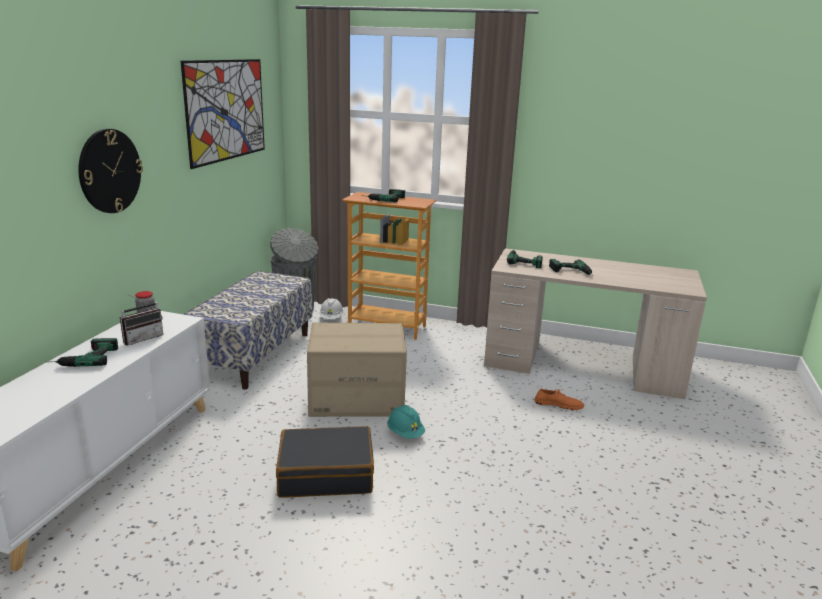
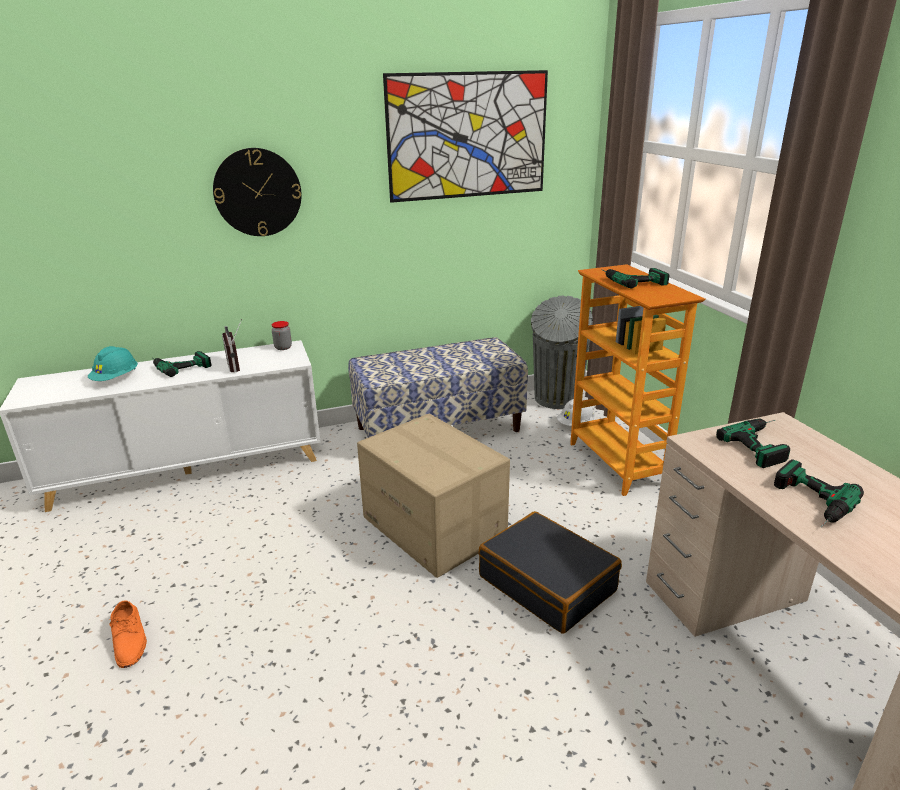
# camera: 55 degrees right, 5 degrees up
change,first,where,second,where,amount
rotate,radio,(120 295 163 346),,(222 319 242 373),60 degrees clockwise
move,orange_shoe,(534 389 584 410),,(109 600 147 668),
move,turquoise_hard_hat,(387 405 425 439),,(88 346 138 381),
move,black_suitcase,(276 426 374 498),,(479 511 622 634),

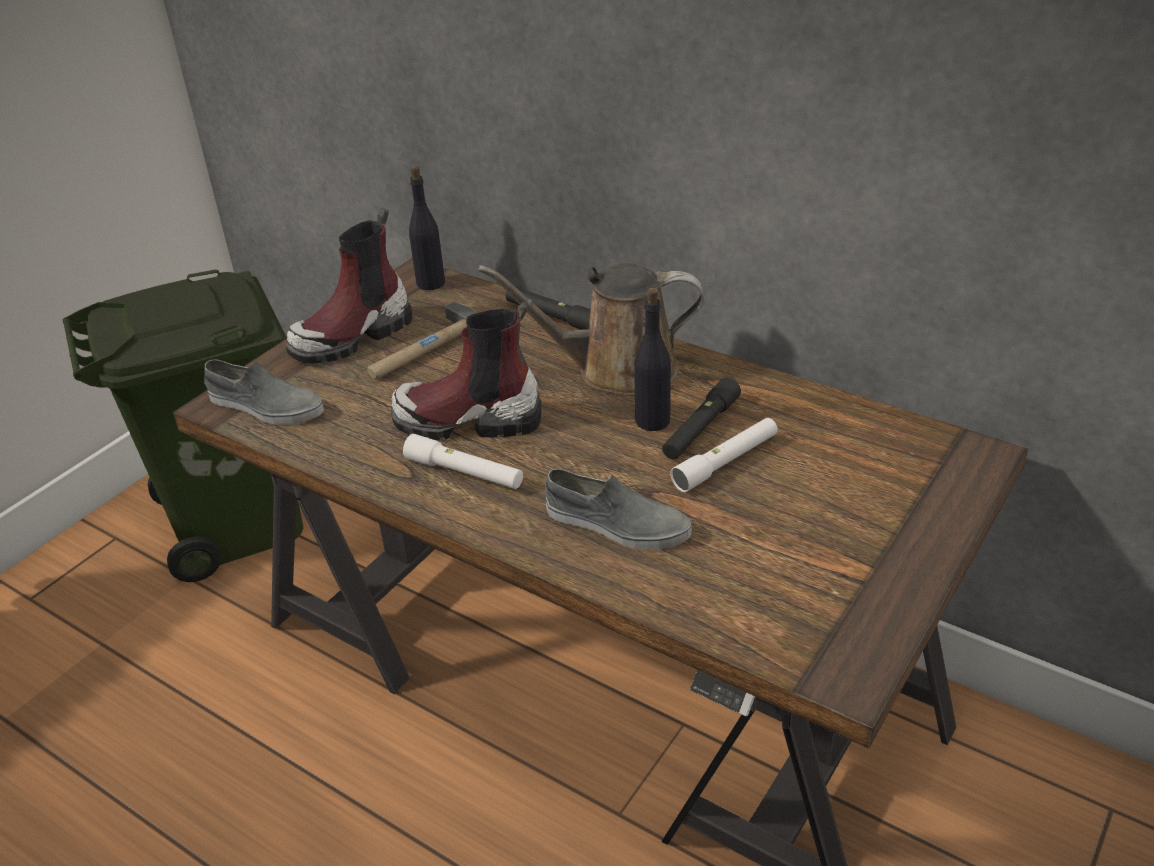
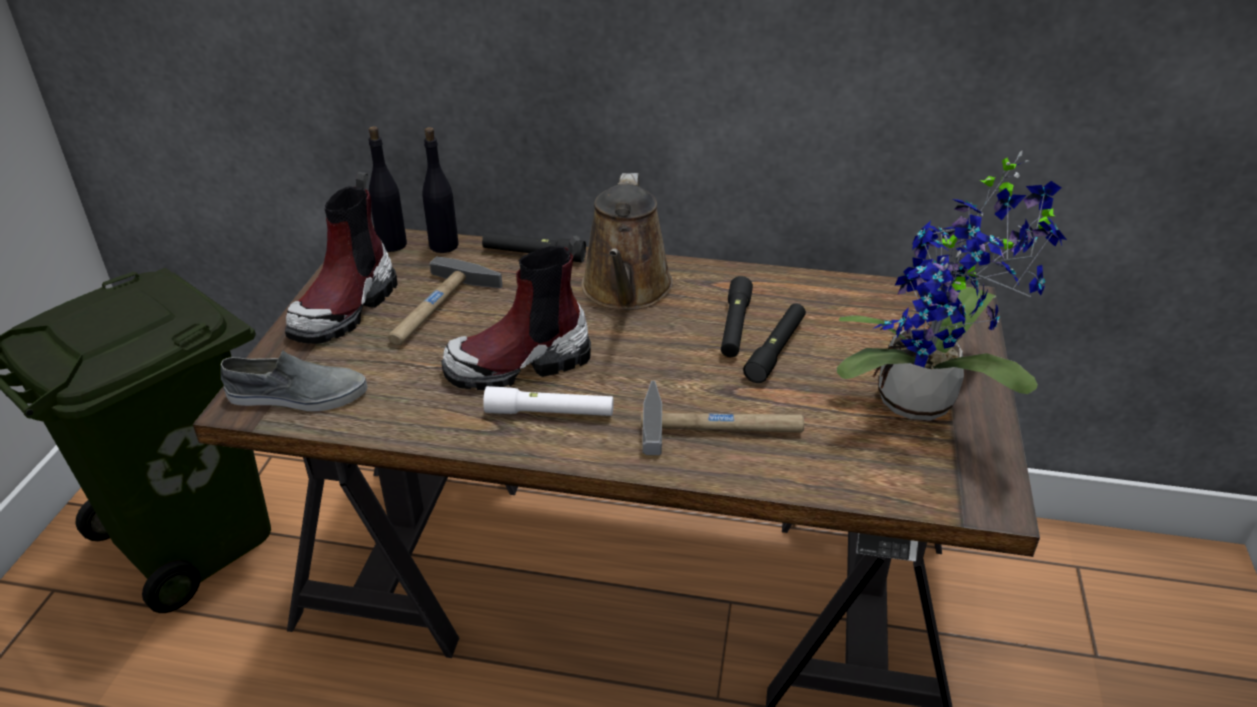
# camera: 25 degrees left, 0 degrees up
change,first,where,second,where,amount
rotate,brown_watering_can,(478 263 704 396),,(581 173 673 310),60 degrees counterclockwise
move,black_bottle,(634 287 671 431),,(422 127 459 253),
recolor,white_flashlight,(670 418 778 492),black_flashlight,(743 303 806 383),
replace,grey_shoe,(545 469 691 550),hammer,(641 381 804 455),
insert,,,potted_plant,(837 151 1067 420),

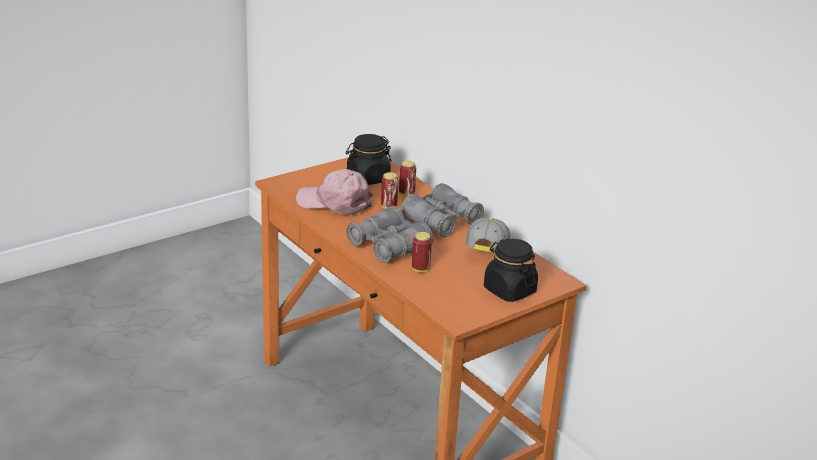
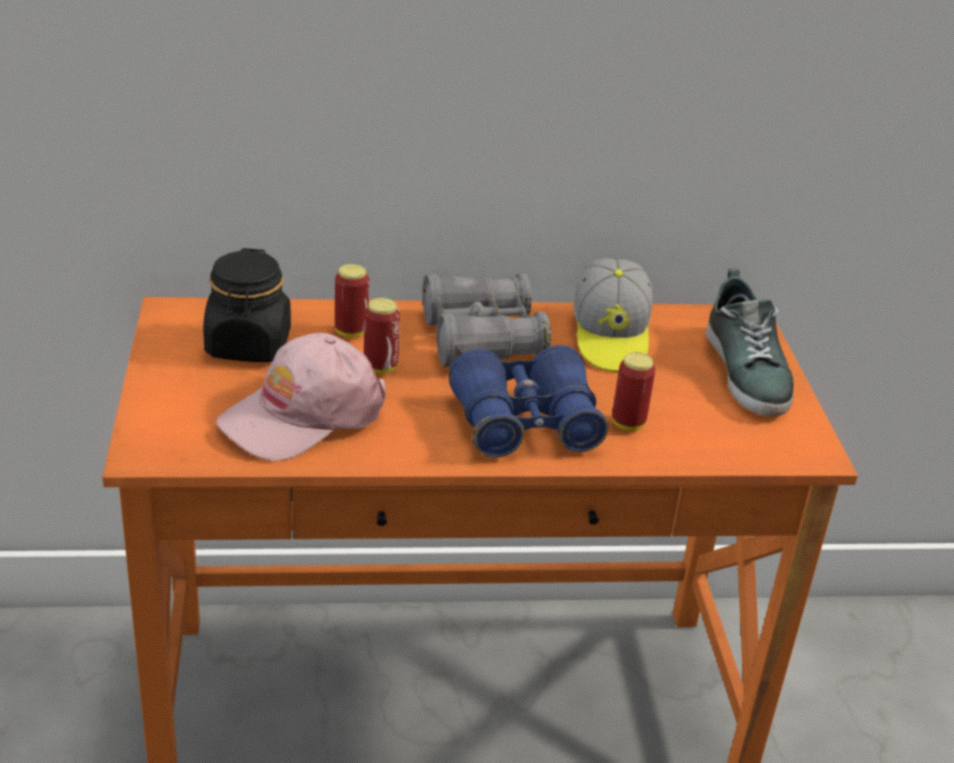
# camera: 60 degrees left, 5 degrees up
change,first,where,second,where,amount
recolor,grey_binoculars,(347 206 433 263),blue_binoculars,(449 345 608 458),
rotate,cap,(466 218 510 252),,(573 258 653 372),135 degrees counterclockwise
replace,black_jar,(484 239 538 302),shoe,(706 268 794 416),

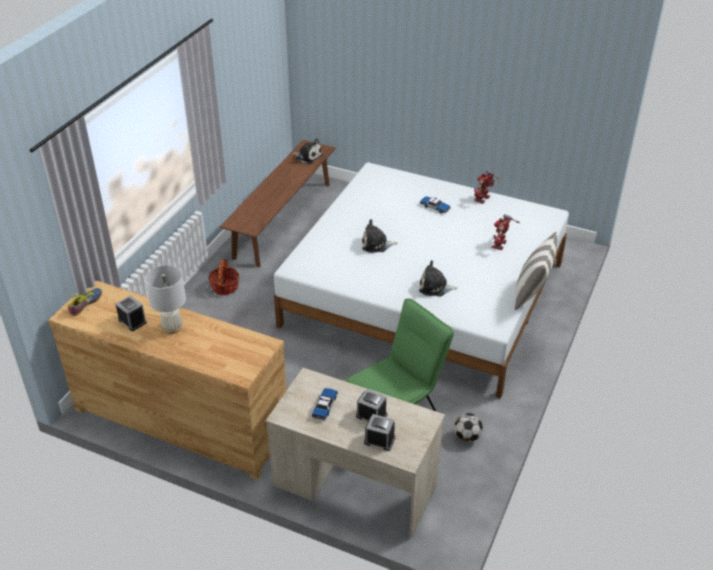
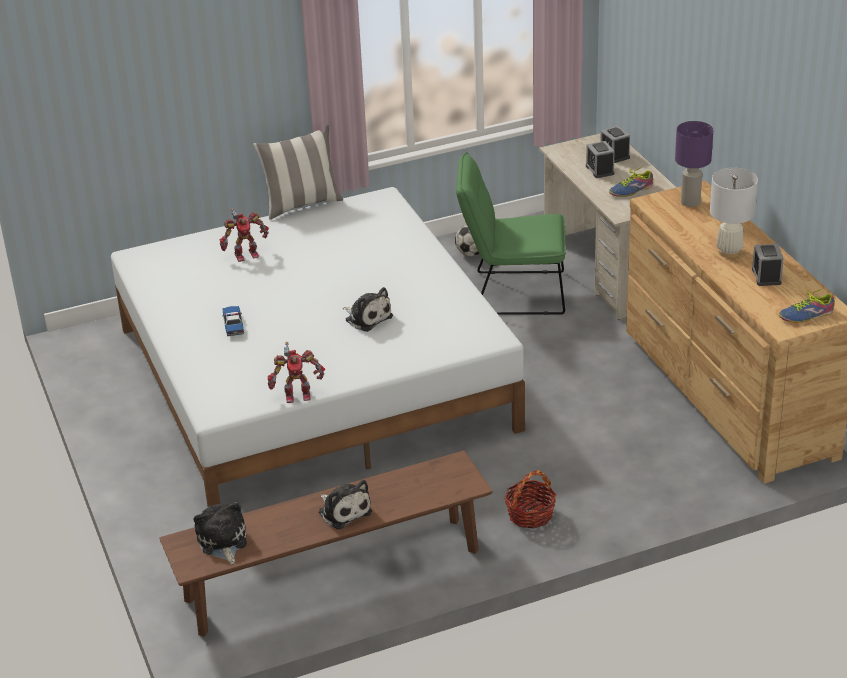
# camera: 135 degrees left, 5 degrees down
change,first,where,second,where,amount
move,toy_robot,(474 170 500 204),,(268 342 325 403),
move,plush_toy,(419 260 458 297),,(319 480 372 530),
replace,toy_car,(312 388 338 420),shoe,(609 166 653 197),
insert,,,purple_table_lamp,(675 121 713 207),

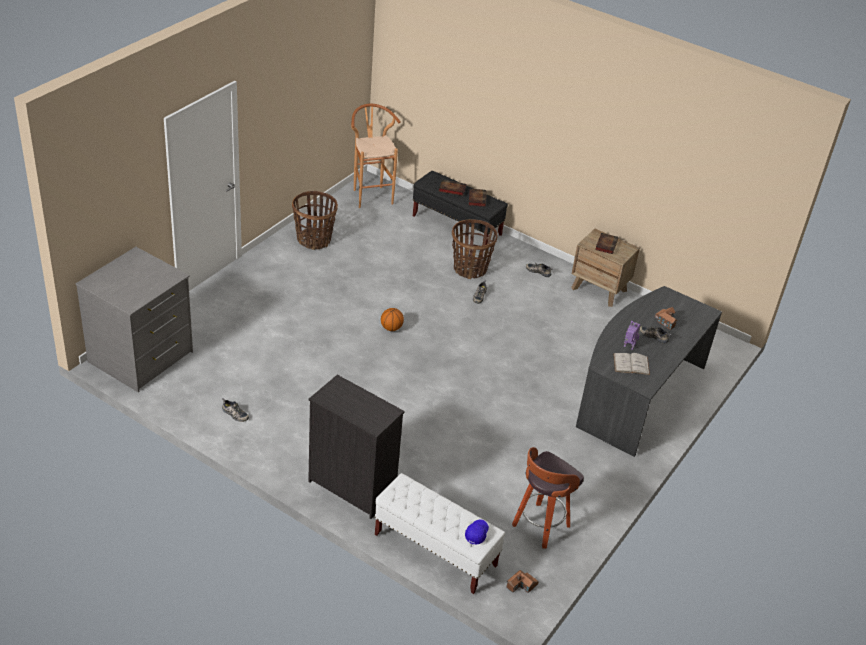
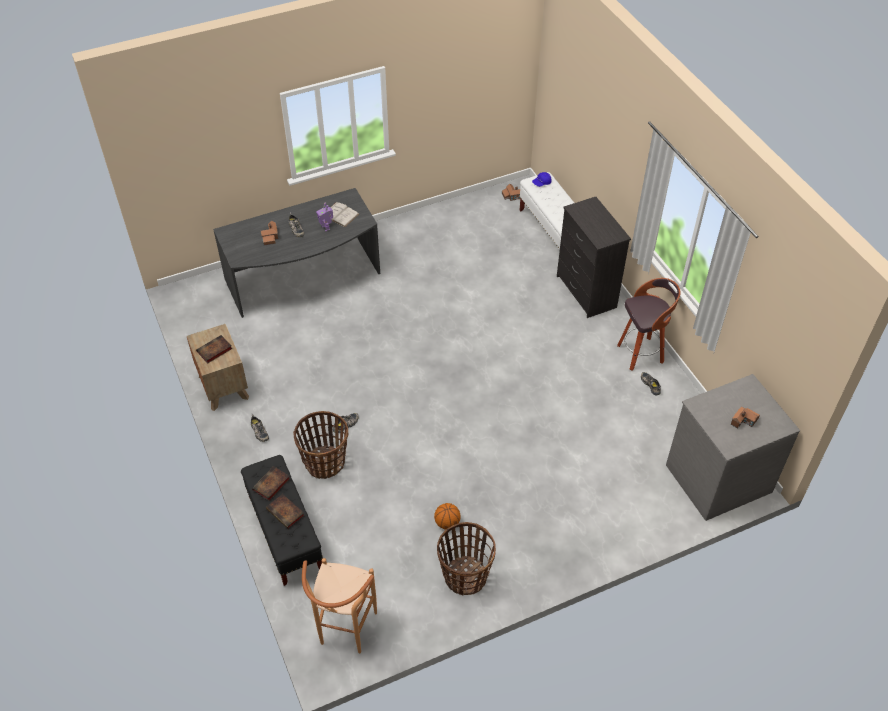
# camera: 145 degrees left, 10 degrees up
change,first,where,second,where,amount
move,basketball,(381 308 404 331),,(434 503 461 530),
move,stool,(512 447 584 548),,(617 278 681 371),
insert,,,toy_house,(731 406 760 428),

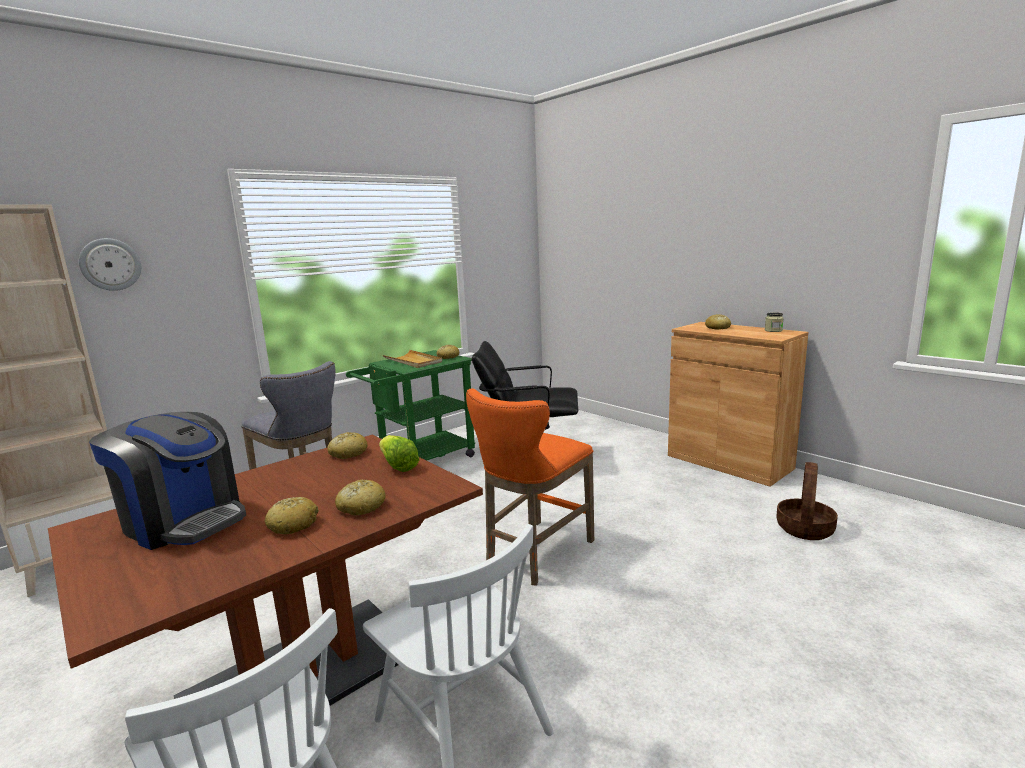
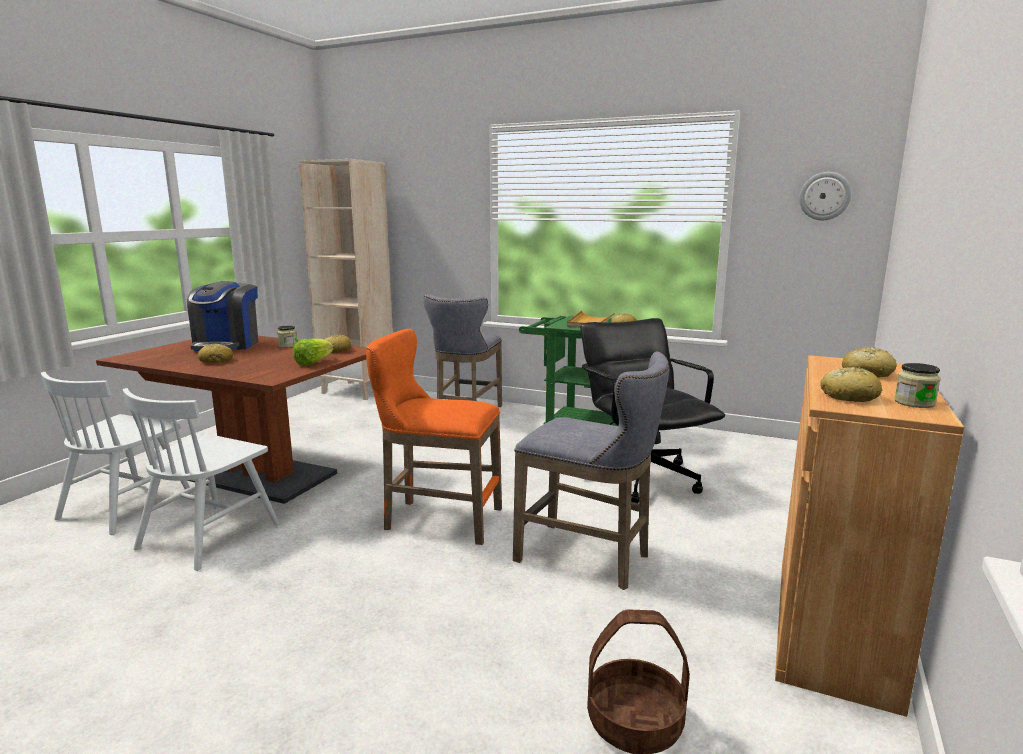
# camera: 65 degrees right, 0 degrees up
change,first,where,second,where,amount
move,wall_clock,(79 238 141 291),,(799 172 852 220),
move,bread,(335 480 385 516),,(820 367 882 402),
insert,,,jar,(277 325 297 348),
insert,,,grey_stool,(513 351 669 590),

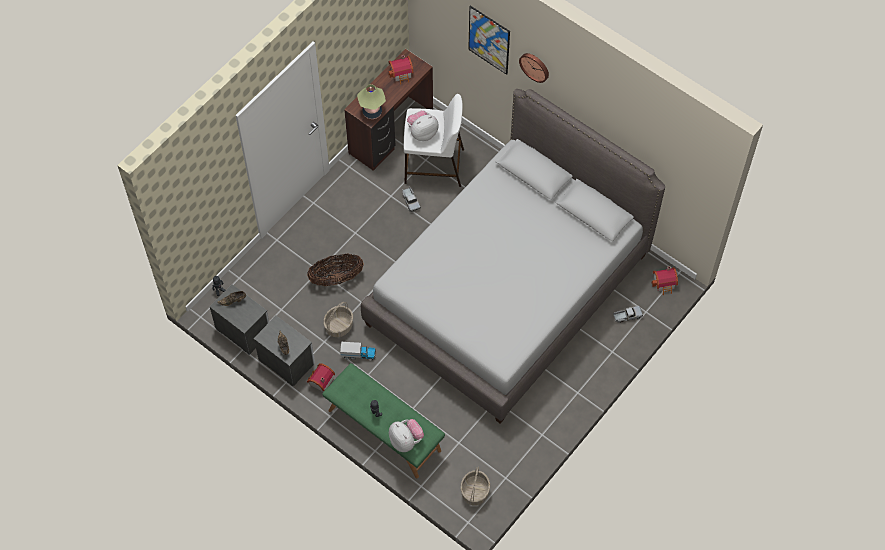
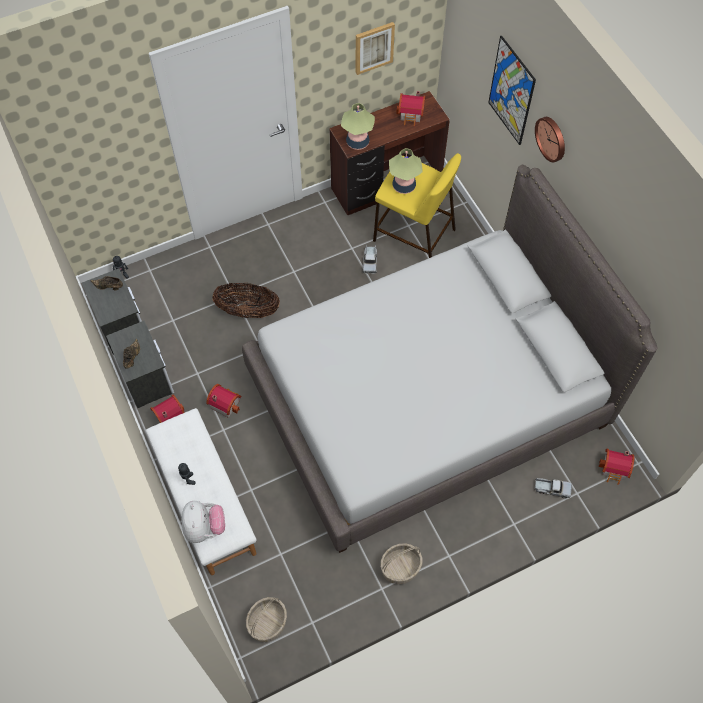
# camera: 25 degrees right, 0 degrees up
change,first,where,second,where,amount
recolor,white_stool,(404 94 464 187),yellow_stool,(373 153 461 258),
replace,plush_toy,(407 110 438 141),table_lamp,(389 148 422 194),
move,basket,(323 302 353 337),,(380 543 423 584),
replace,toy_truck,(340 342 376 361),toy_house,(206 384 241 418),
recolor,green_bench,(322 363 445 478),white_bench,(146 408 256 575),
insert,,,picture,(356 22 395 75),

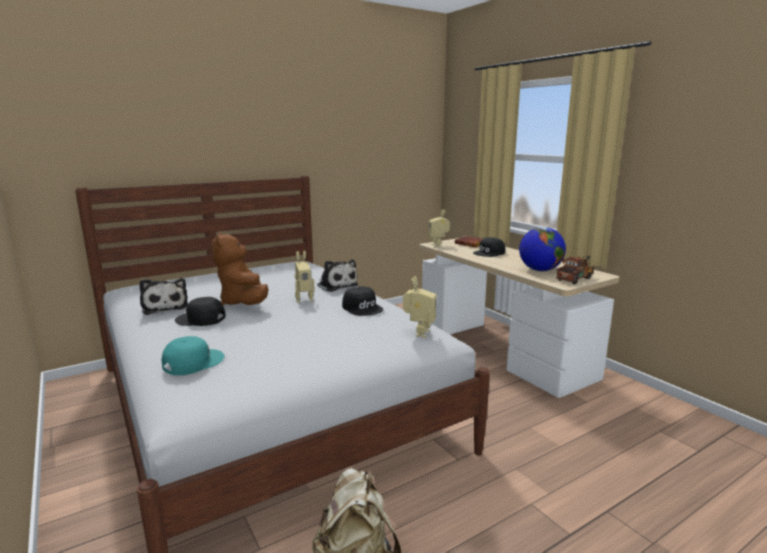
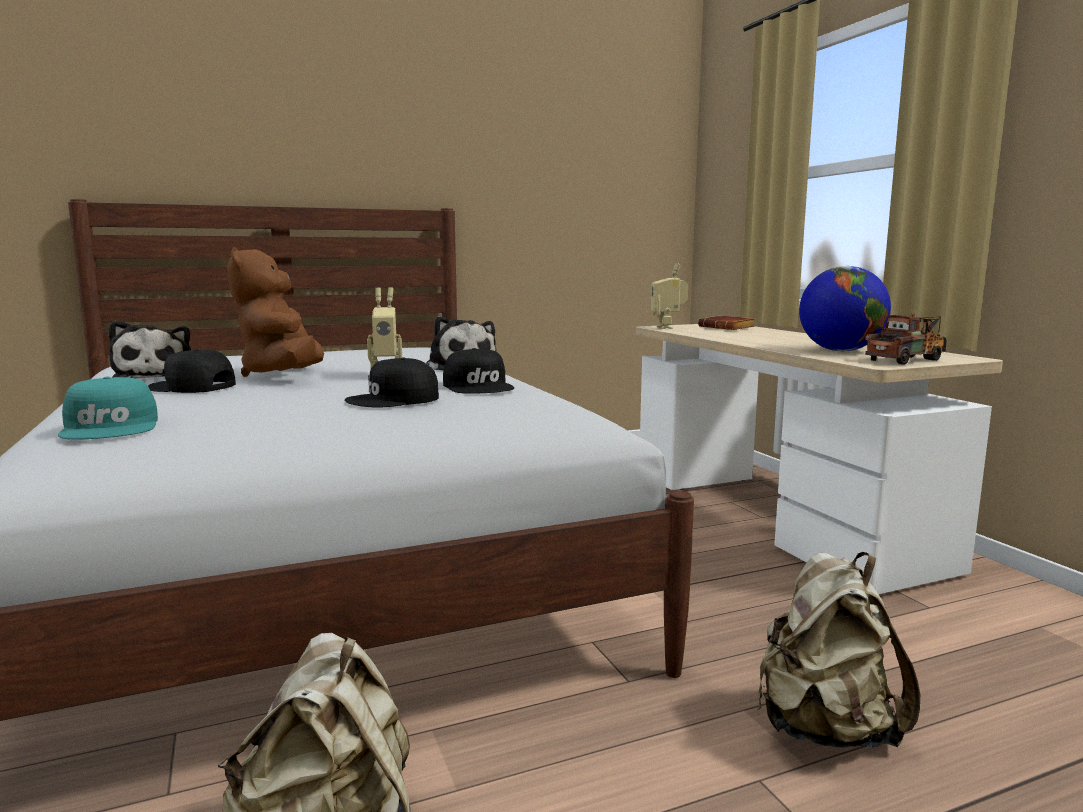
# camera: 10 degrees right, 5 degrees down
change,first,where,second,where,amount
move,black_cap,(473 237 505 257),,(345 357 439 408),
delete,toy_robot,(403 276 437 338),,,
rotate,turquoise_cap,(162 336 224 376),,(58 377 158 439),105 degrees clockwise
insert,,,beige_backpack,(757 552 920 747),

